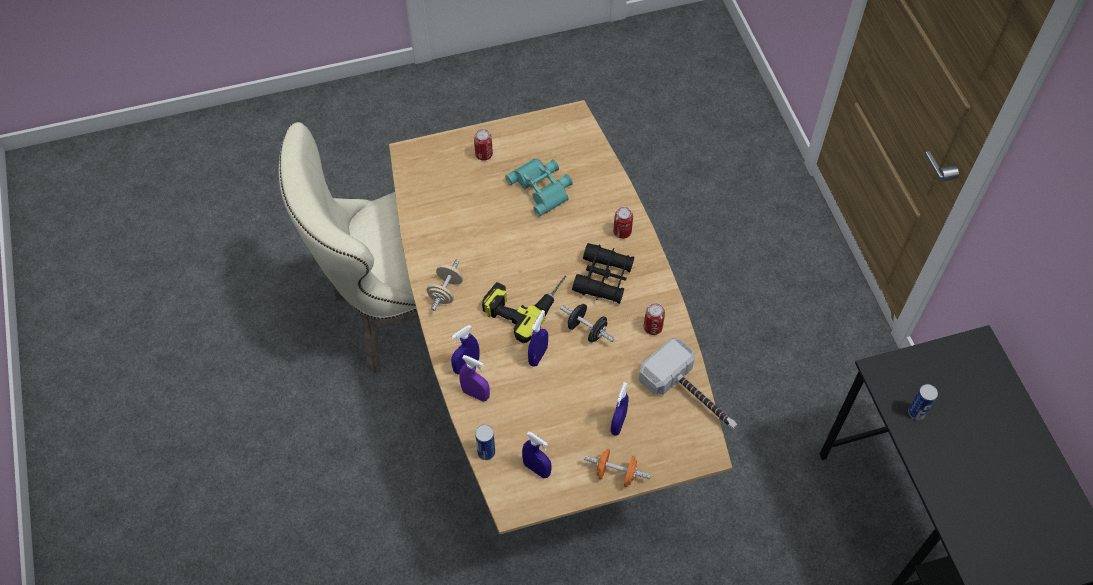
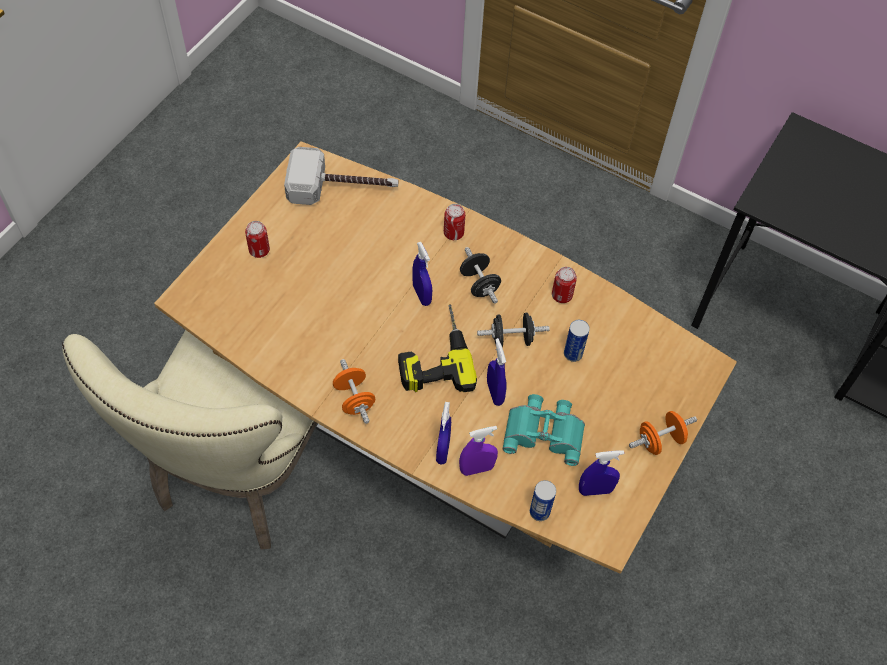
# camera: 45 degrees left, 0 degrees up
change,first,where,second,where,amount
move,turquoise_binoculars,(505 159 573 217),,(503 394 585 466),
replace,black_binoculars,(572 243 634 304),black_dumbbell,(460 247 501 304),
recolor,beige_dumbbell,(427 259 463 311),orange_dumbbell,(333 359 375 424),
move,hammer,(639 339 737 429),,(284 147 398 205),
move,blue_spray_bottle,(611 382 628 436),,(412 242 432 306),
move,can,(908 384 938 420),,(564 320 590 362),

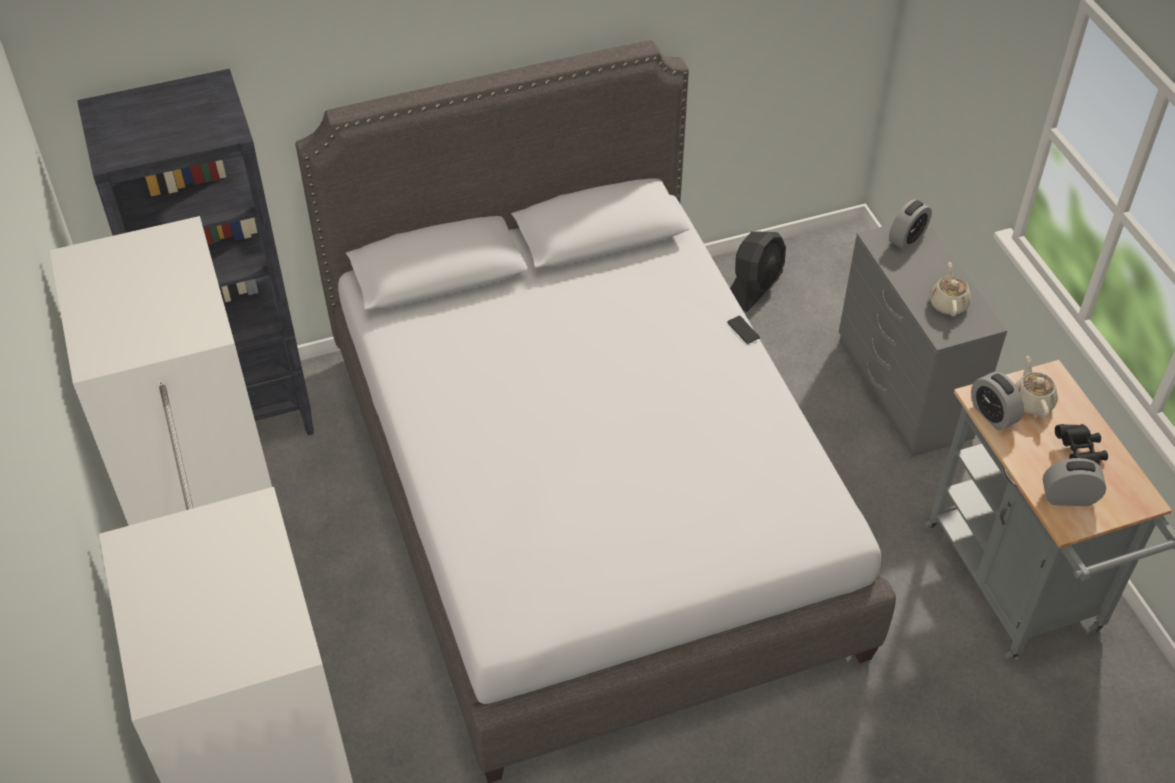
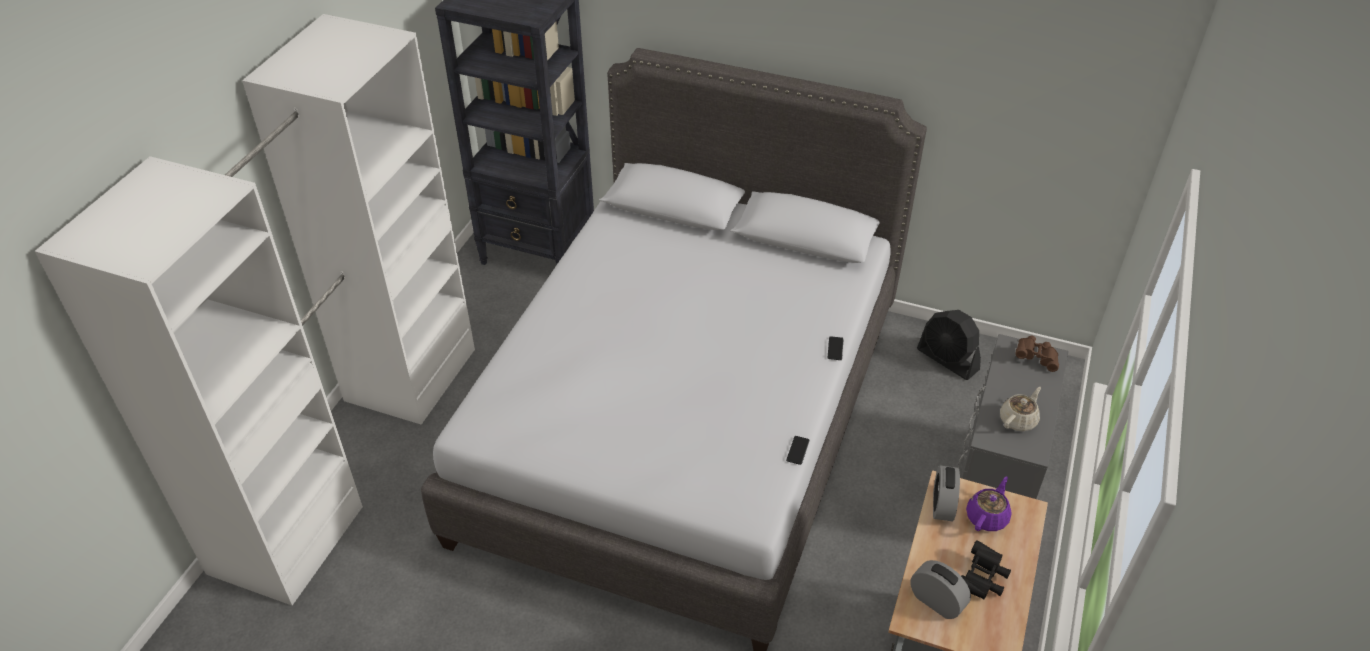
# camera: 40 degrees right, 5 degrees down
change,first,where,second,where,amount
replace,alarm_clock,(889 199 932 250),brown_binoculars,(1016 336 1059 372),
rotate,black_fan,(730 231 786 312),,(917 310 981 380),60 degrees clockwise
recolor,beige_teapot,(1015 356 1058 418),purple_teapot,(966 476 1012 531),
insert,,,phone,(786 436 809 465),

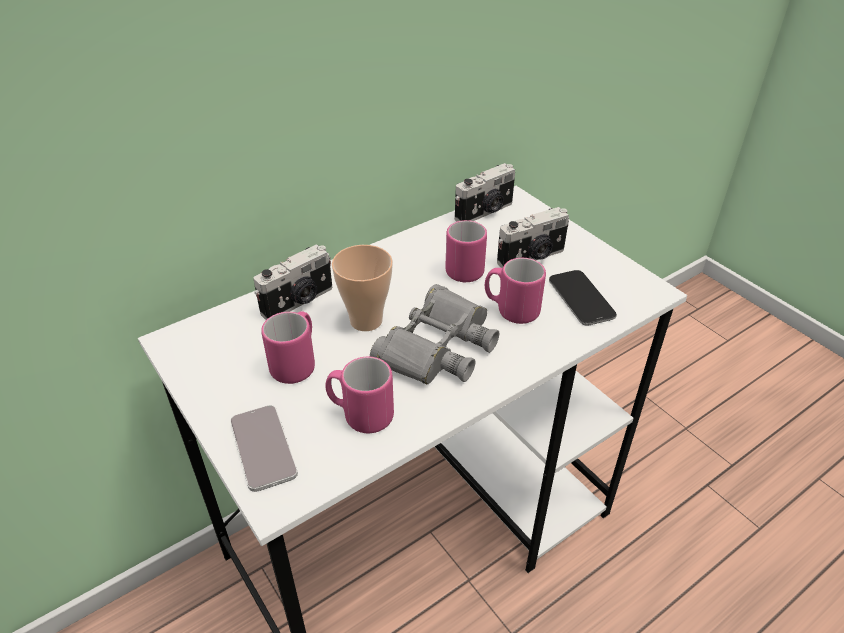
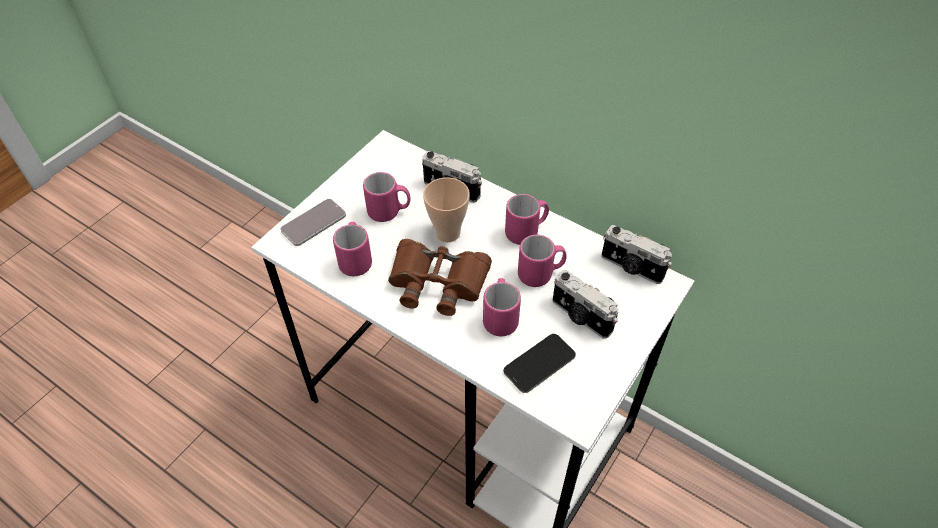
# camera: 70 degrees right, 10 degrees up
change,first,where,second,where,amount
recolor,grey_binoculars,(370 284 499 384),brown_binoculars,(388 239 492 316),
insert,,,pink_mug,(505 194 549 245),

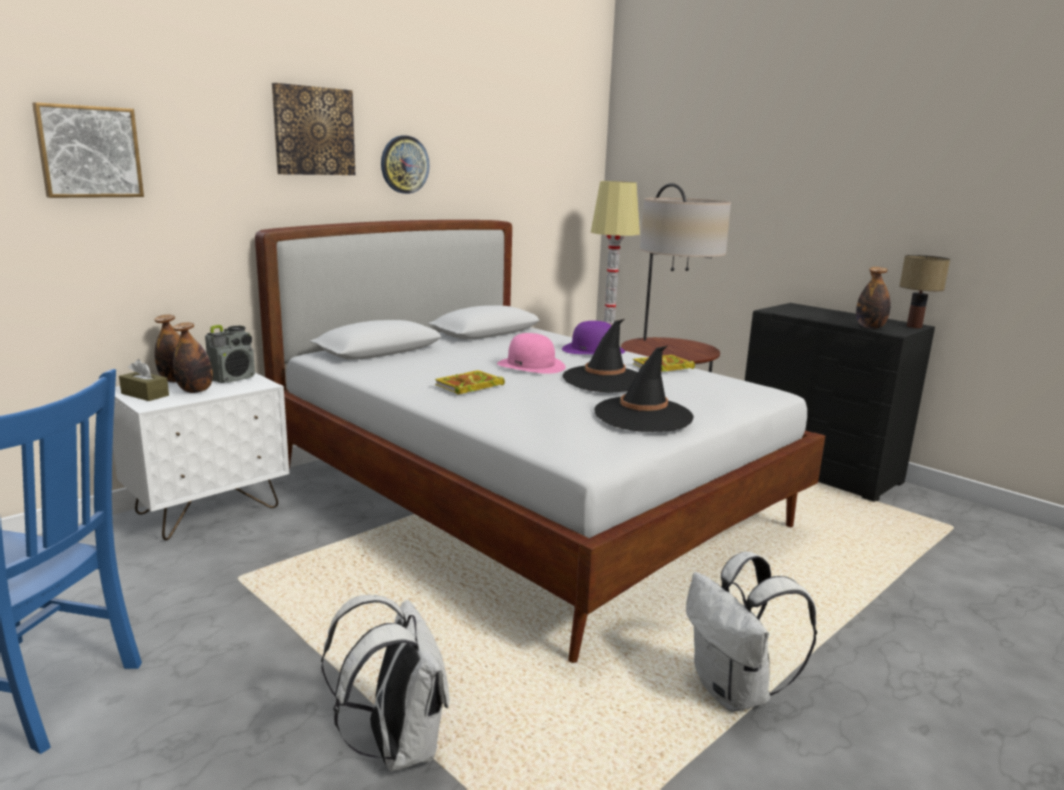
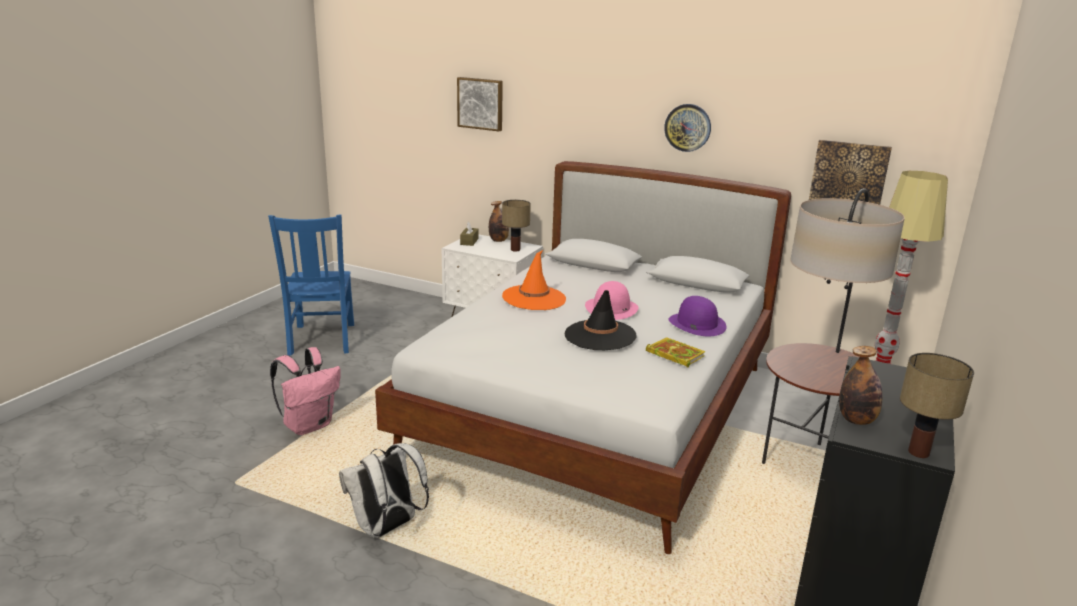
# camera: 70 degrees right, 5 degrees up
change,first,where,second,where,amount
move,picture,(272 83 355 175),,(809 140 892 205),
delete,bottle,(173 322 213 393),,,
replace,radio,(205 325 255 383),table_lamp,(502 200 531 252),
delete,black_hat,(594 346 694 432),,,
replace,book,(435 370 505 395),orange_hat,(502 250 566 310),
recolor,white_backpack,(321 595 449 772),pink_backpack,(270 347 341 435),

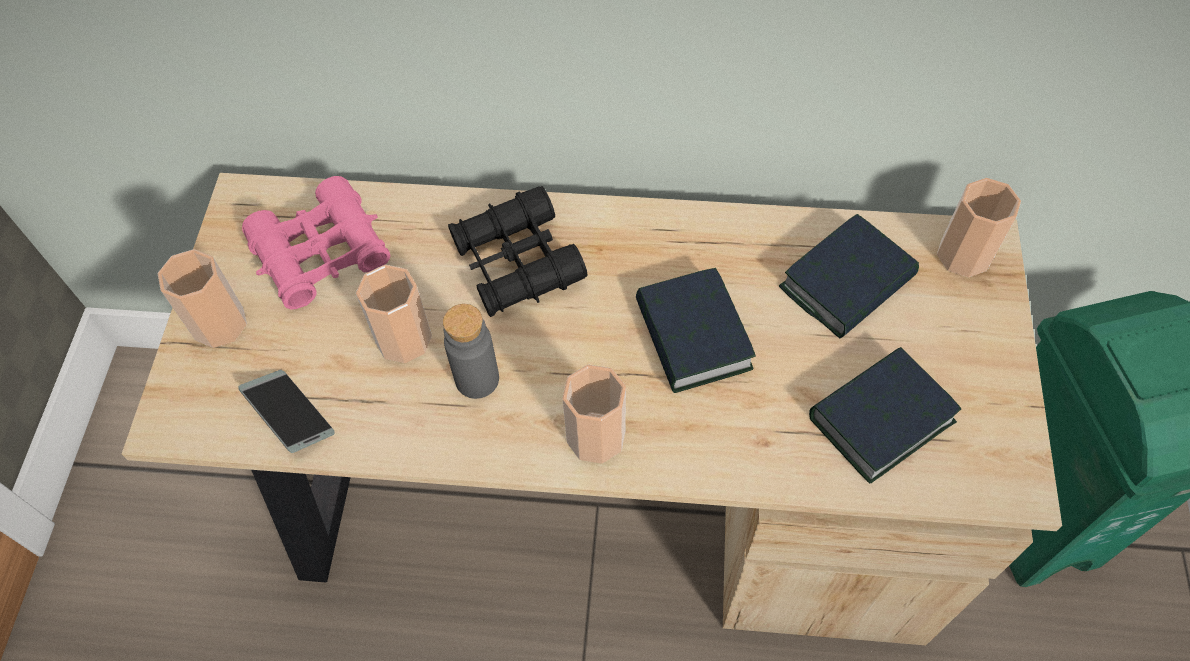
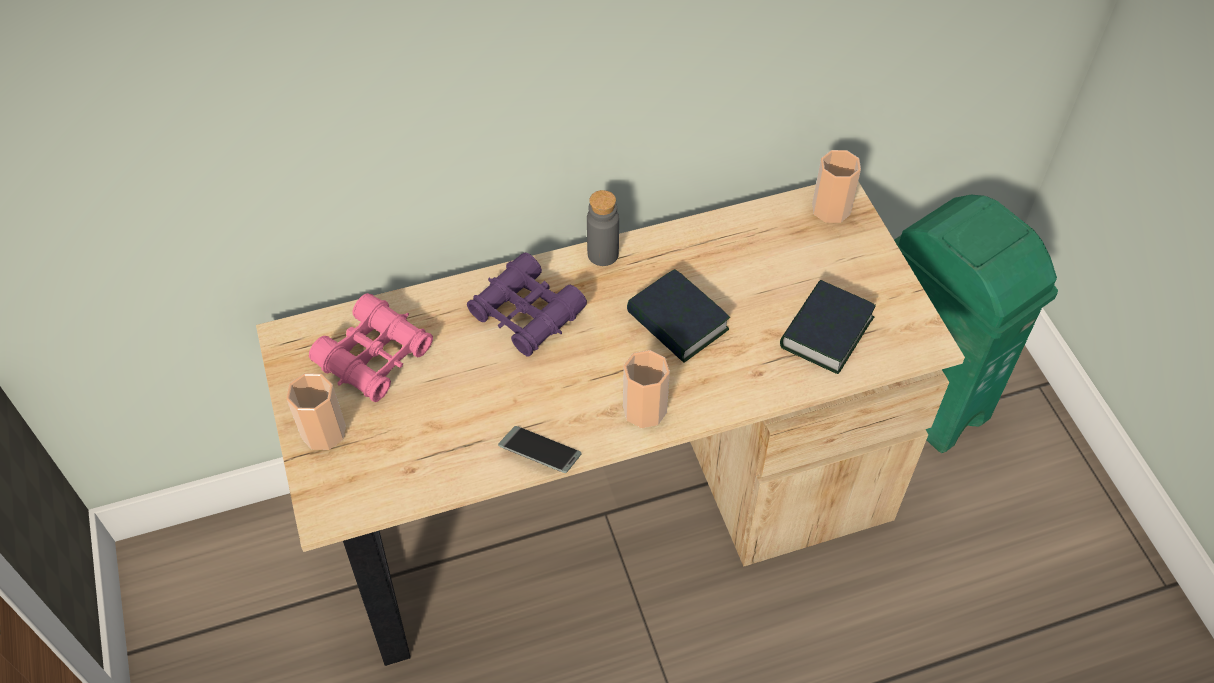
# camera: 25 degrees left, 5 degrees down
change,first,where,second,where,amount
recolor,black_binoculars,(448 186 588 317),purple_binoculars,(467 253 587 357),
delete,book,(779 214 919 339),,,
delete,cup,(356 265 432 363),,,
move,grey_bottle,(443 304 499 399),,(587 190 619 266),
move,phone,(239 370 335 453),,(498 426 582 473),

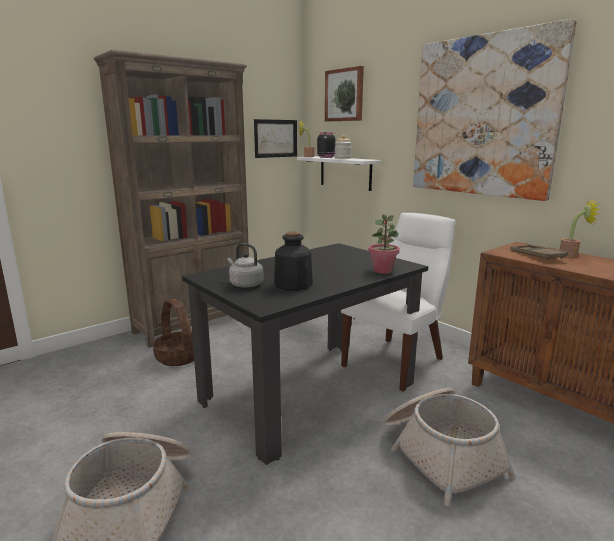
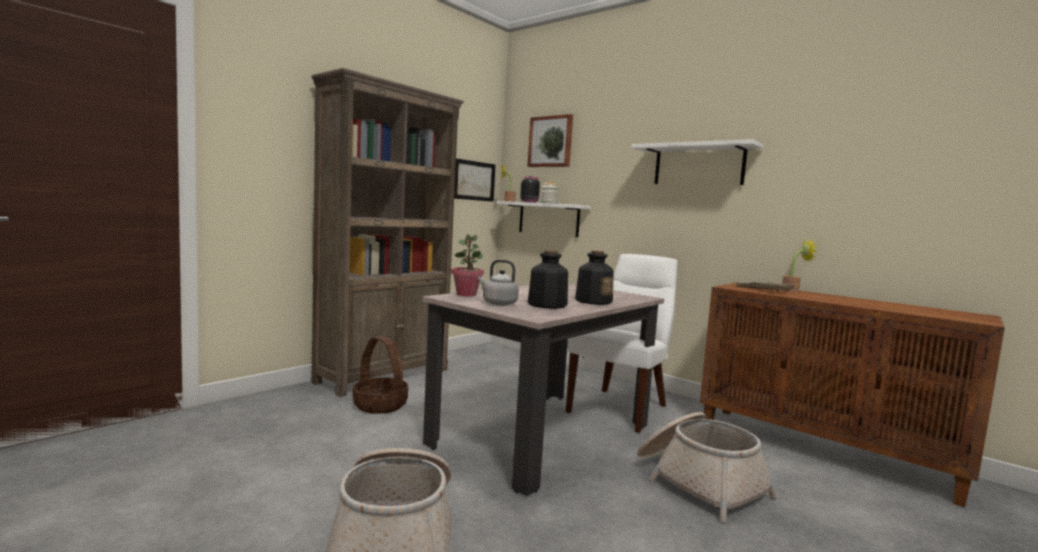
# camera: 10 degrees left, 10 degrees down
change,first,where,second,where,amount
replace,picture,(413 19 577 201),white_shelf,(631 139 764 185),
move,potted_plant,(369 214 400 274),,(451 233 484 296),
recolor,black_dining_table,(182 243 428 465),beige_dining_table,(422 283 664 496),
insert,,,bottle,(575 251 614 305),

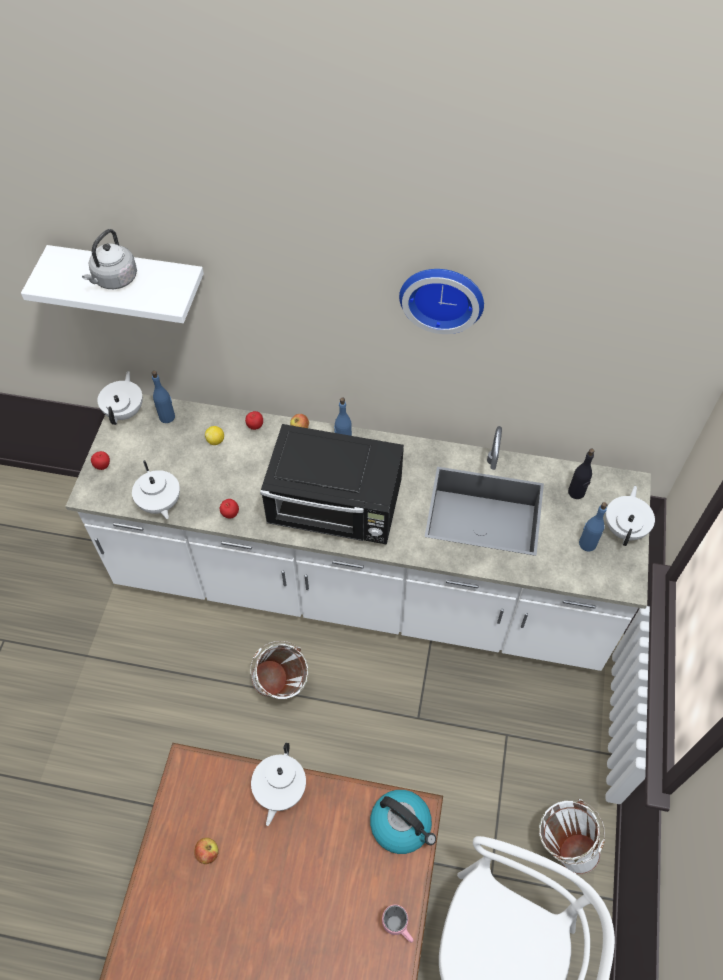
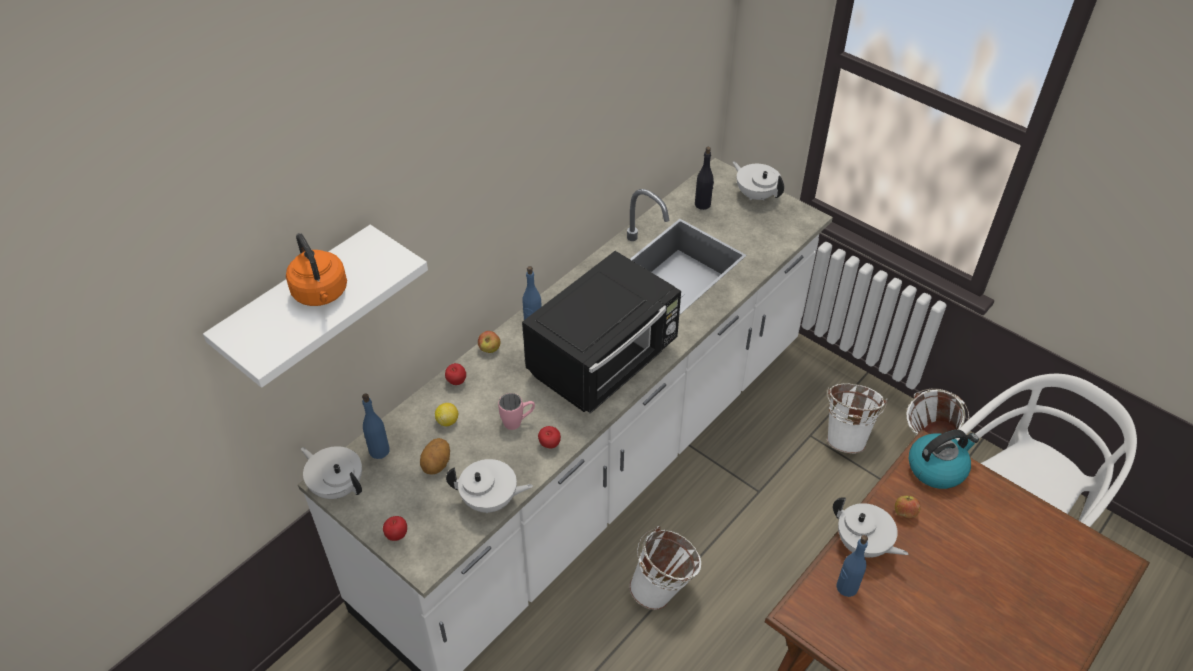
# camera: 60 degrees left, 10 degrees down
change,first,where,second,where,amount
recolor,grey_kettle,(82 229 137 289),orange_kettle,(286 233 347 306),
delete,wall_clock,(399 269 484 334),,,
move,blue_bottle,(579 502 607 551),,(836 535 868 597),
move,apple,(194 838 219 864),,(895 496 921 518),
move,pink_mug,(382 905 414 943),,(498 393 535 430),
insert,,,white_bucket,(827 383 887 454),
insert,,,potato,(420 438 450 475),

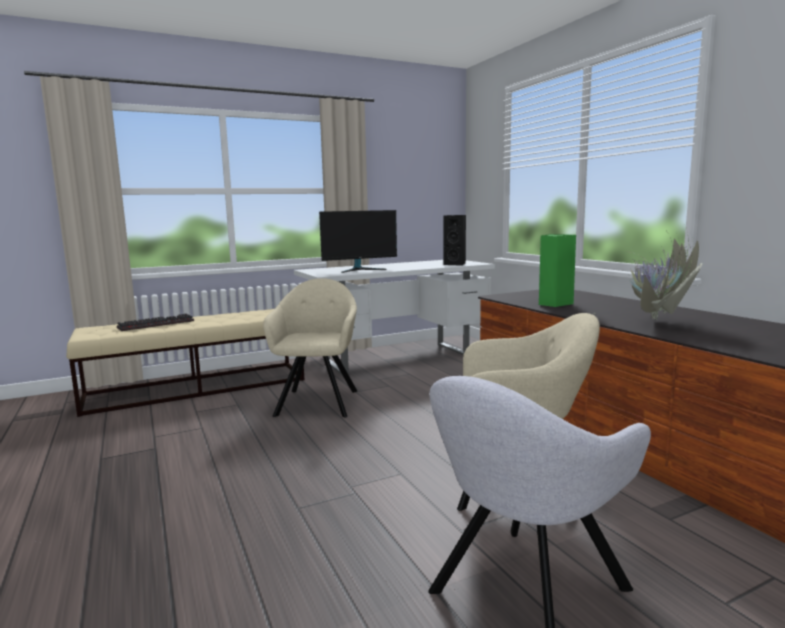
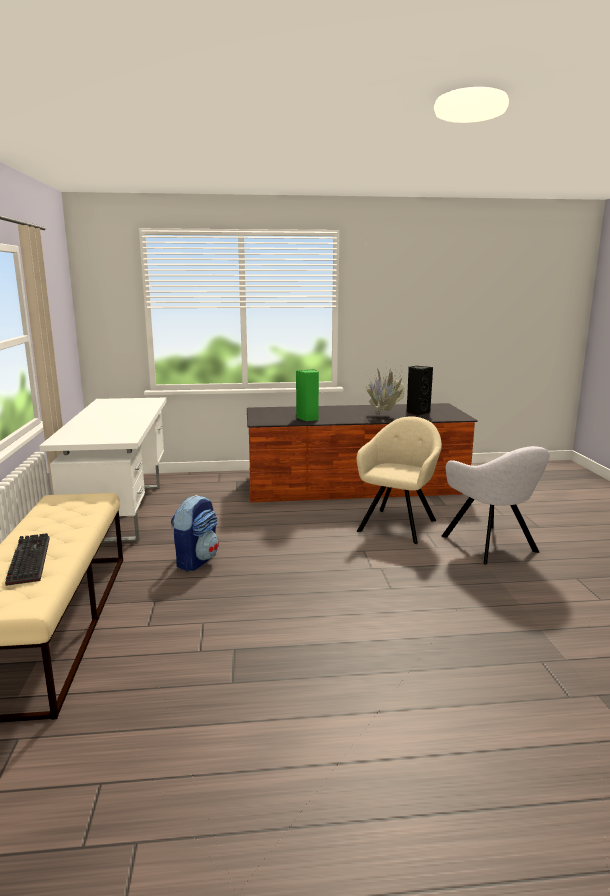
# camera: 70 degrees left, 5 degrees up
change,first,where,second,where,amount
delete,monitor,(319 210 397 273),,,
move,black_speaker,(443 215 466 266),,(406 366 433 416),
replace,beige_armchair,(263 278 357 417),backpack,(171 495 219 571),

